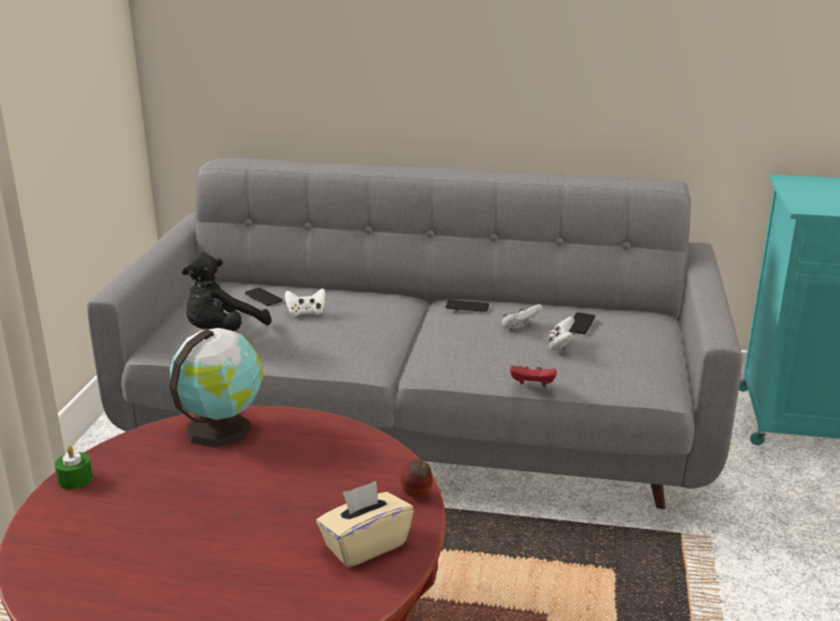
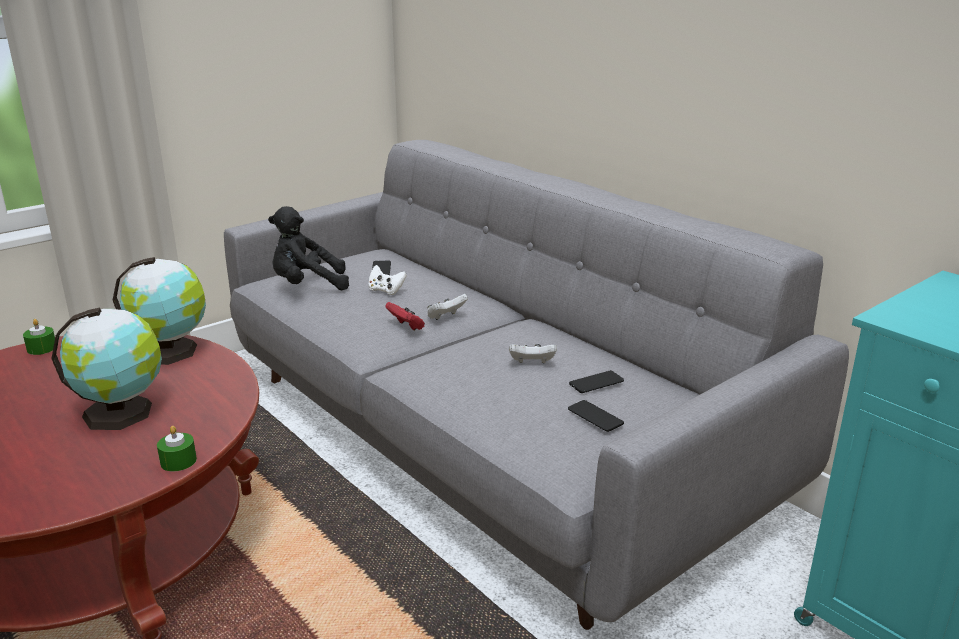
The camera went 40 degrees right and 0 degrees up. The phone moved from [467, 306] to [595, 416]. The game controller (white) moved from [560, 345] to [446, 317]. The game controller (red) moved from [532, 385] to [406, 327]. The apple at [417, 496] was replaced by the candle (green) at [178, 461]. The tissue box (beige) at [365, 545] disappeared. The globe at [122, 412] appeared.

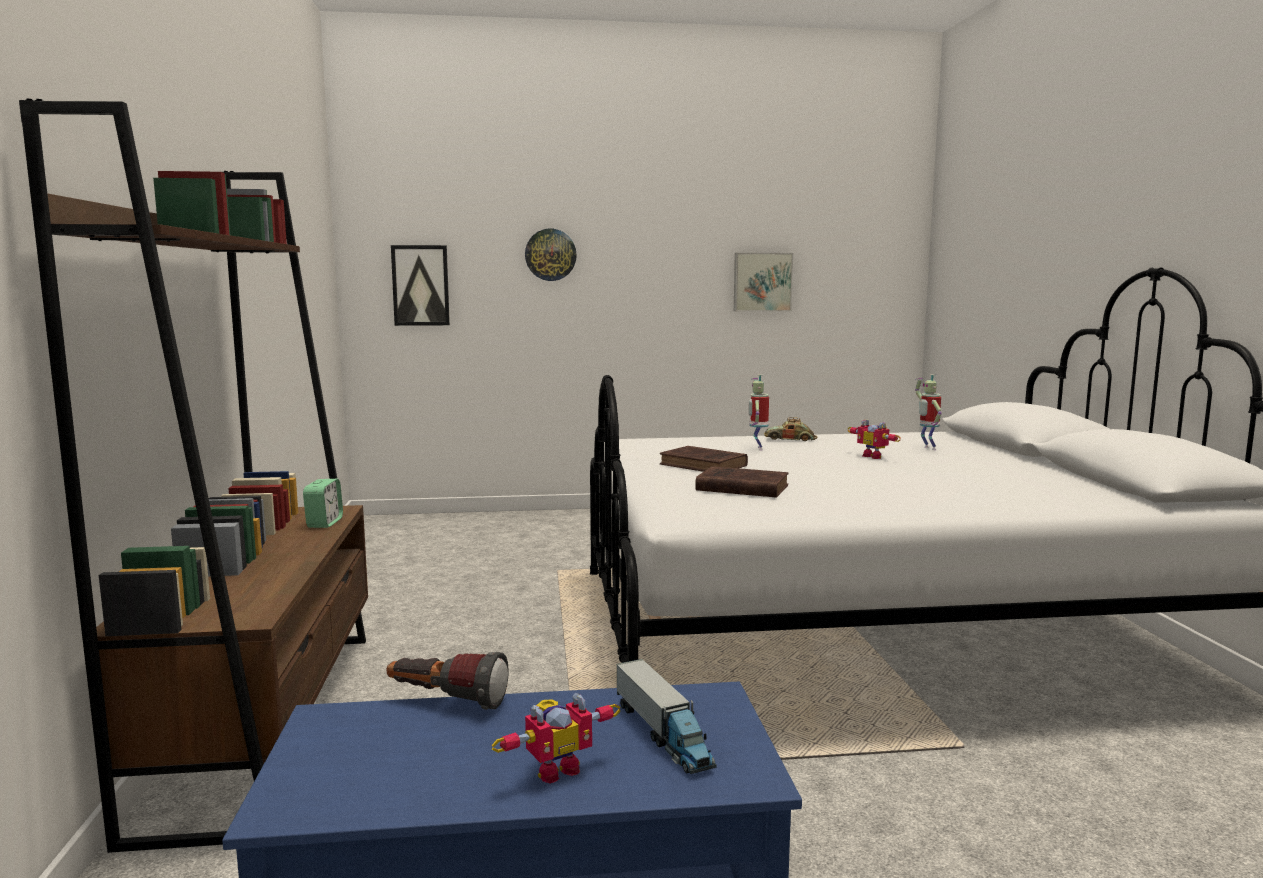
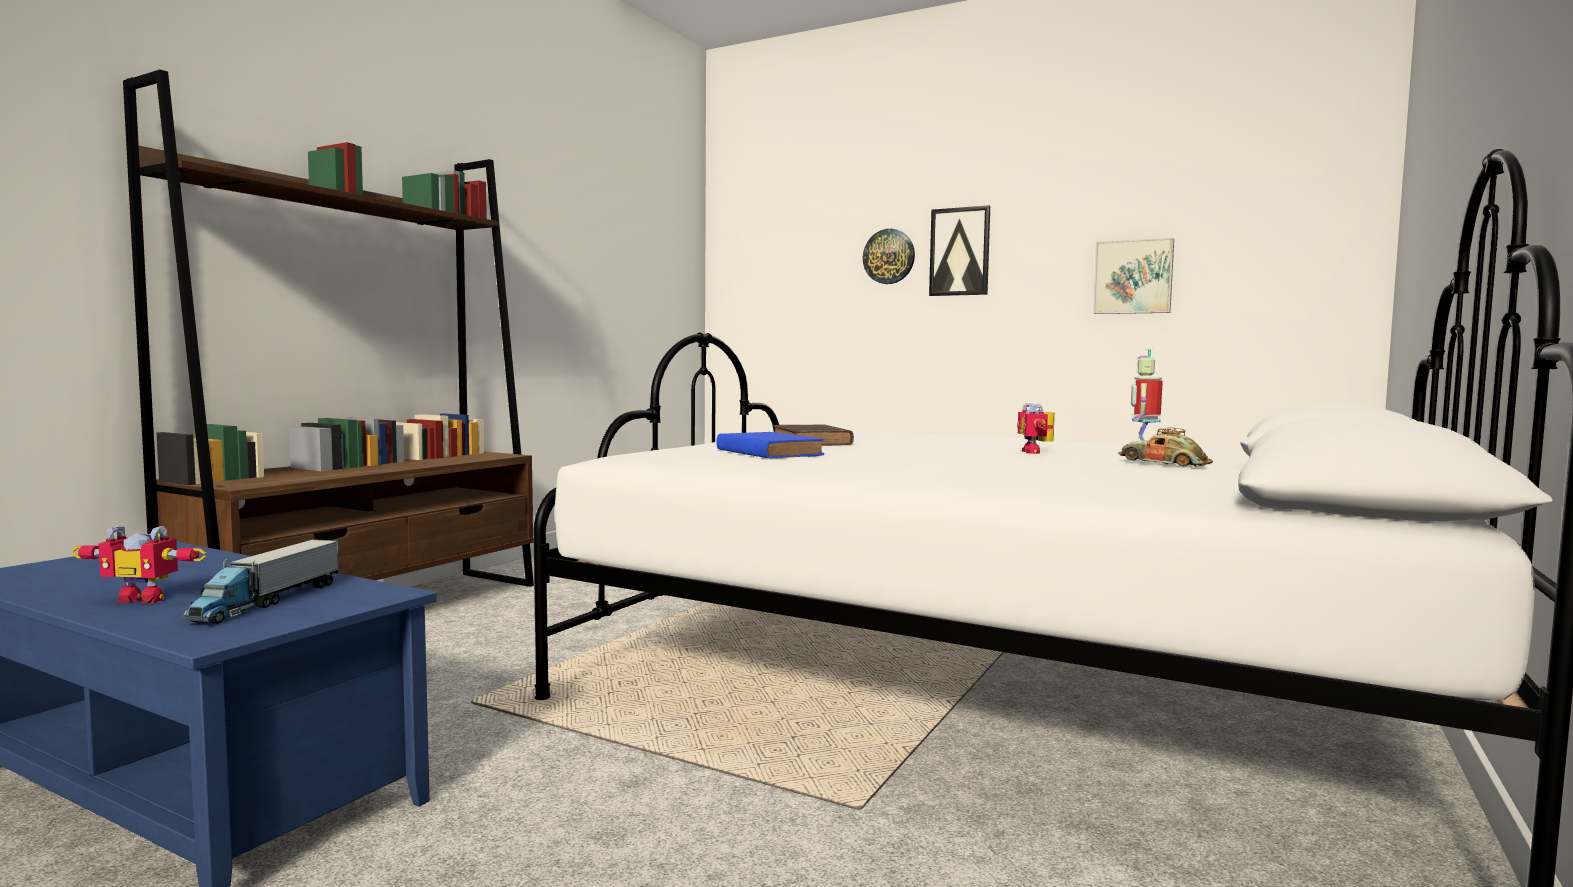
The camera went 35 degrees right and 5 degrees down. The picture moved from [420, 285] to [960, 252]. The toy robot at [757, 448] disappeared. The toy car moved from [790, 440] to [1164, 464]. The book (brown) at [739, 488] became the book (blue) at [767, 452]. The alarm clock at [324, 523] disappeared. The flashlight at [446, 701] disappeared.

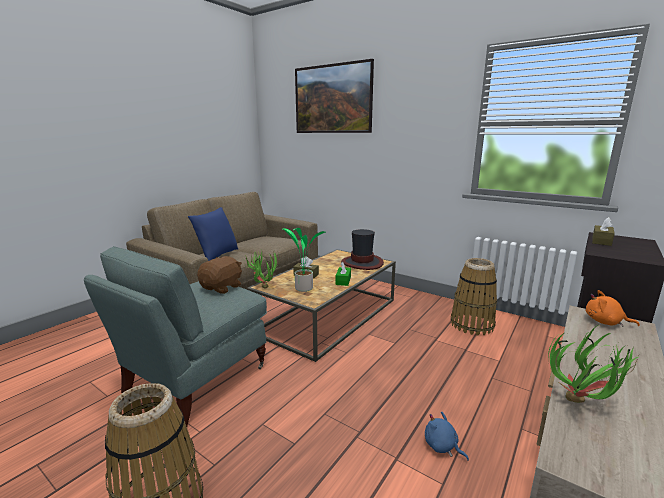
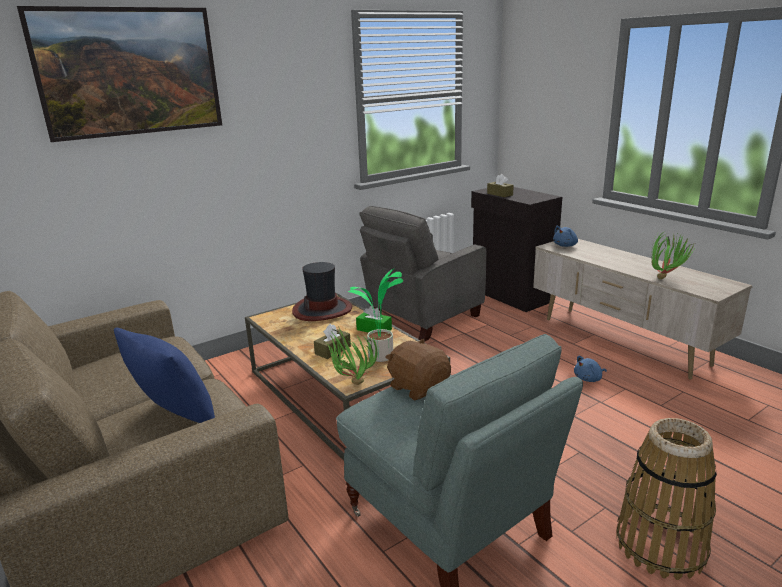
The camera went 70 degrees left and 5 degrees up. The basket at [471, 324] was replaced by the armchair (grey) at [422, 317]. The plush toy (orange) at [605, 322] became the plush toy (blue) at [565, 245].

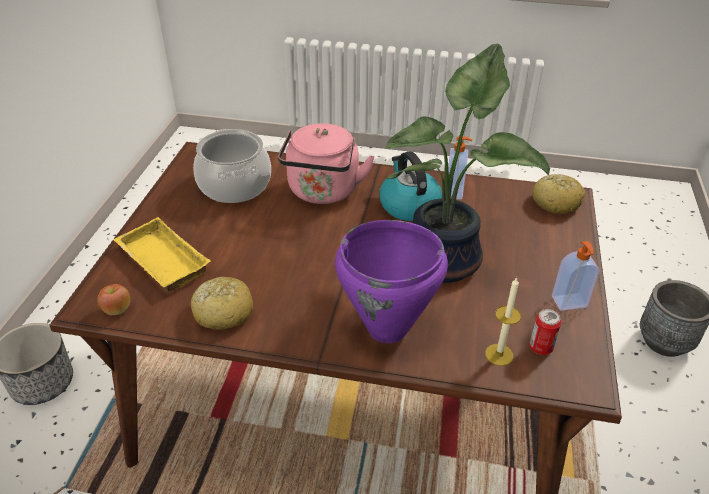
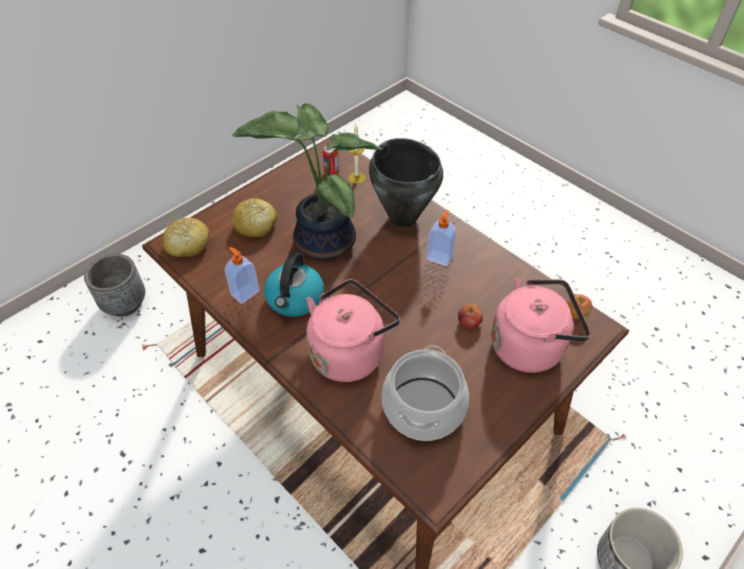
The camera went 145 degrees left and 10 degrees up. The tray (yellow) at [160, 261] was replaced by the kettle (pink) at [530, 345]. The cooking pot (purple) at [388, 329] became the cooking pot (black) at [403, 217]. The soap dispenser moved from [569, 302] to [439, 257]. The bread moved from [223, 312] to [255, 225]. The apple at [469, 321] appeared.

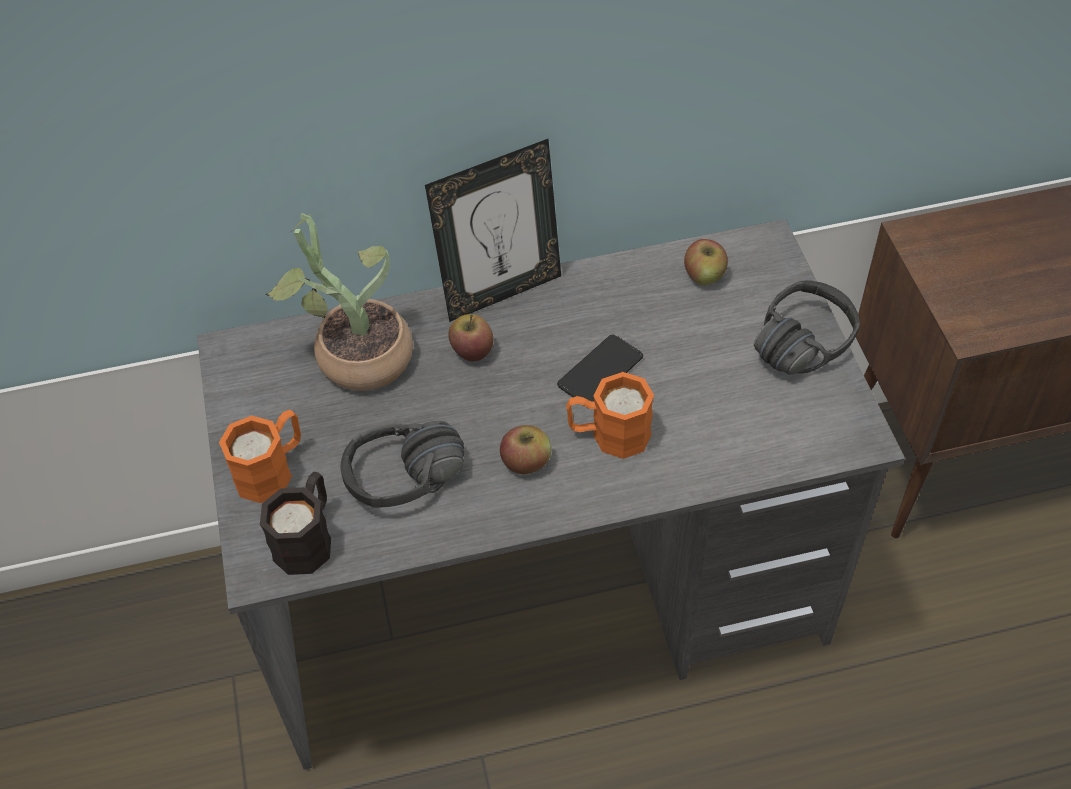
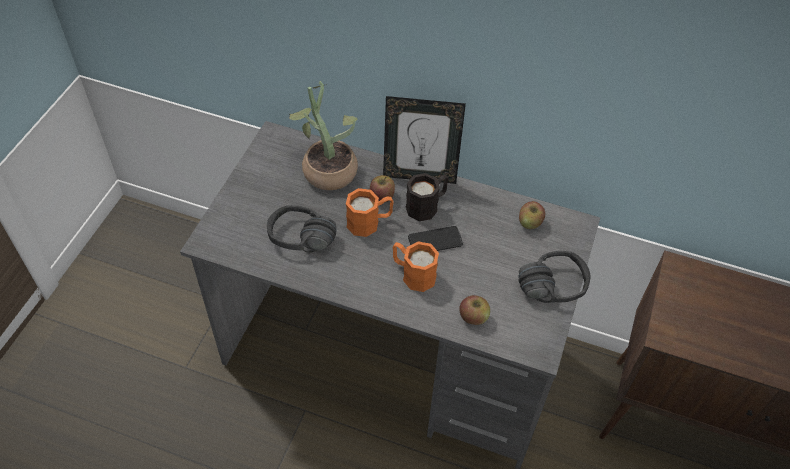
The camera went 30 degrees right and 0 degrees up. The mug (orange) moved from [272, 469] to [369, 222]. The apple moved from [526, 462] to [473, 317]. The mug (black) moved from [308, 538] to [427, 205].

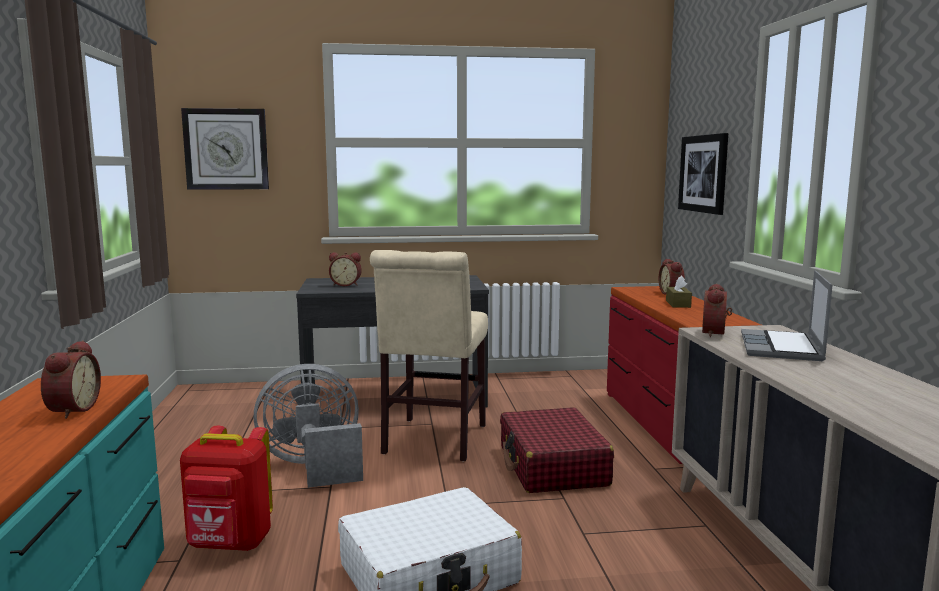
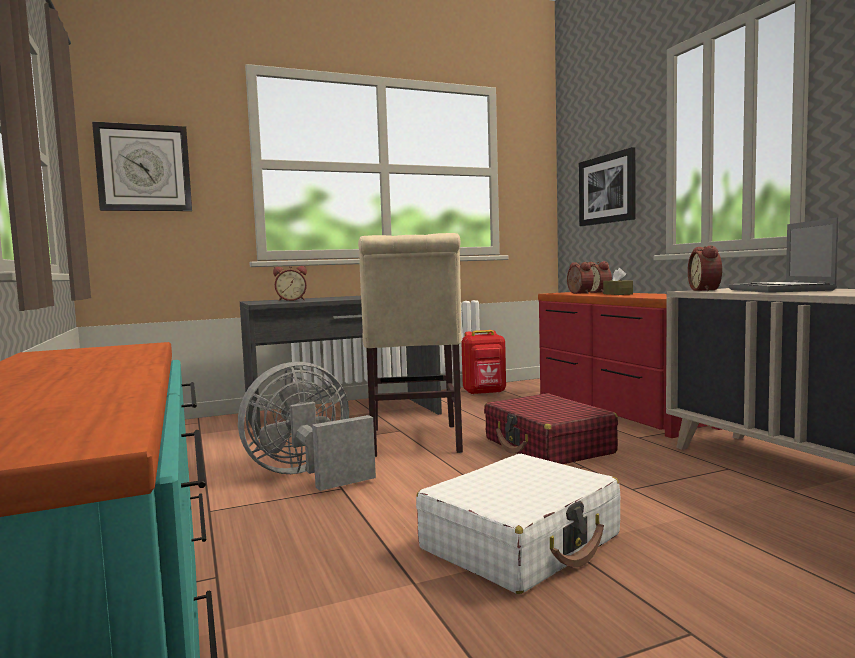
The camera went 15 degrees left and 5 degrees down. The alarm clock moved from [71, 410] to [578, 293]. The backpack (red) moved from [230, 544] to [485, 393].

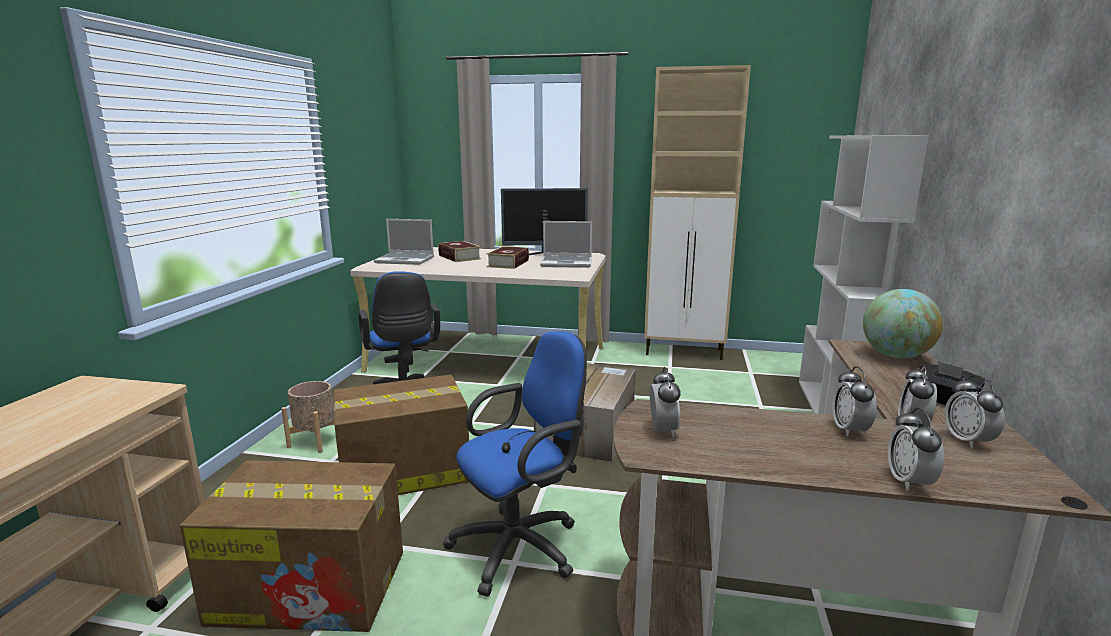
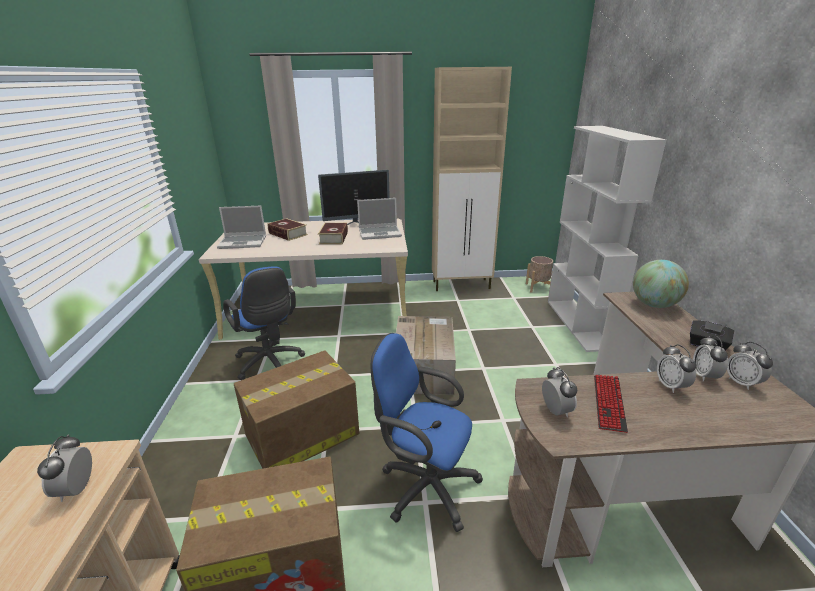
The camera went 15 degrees left and 10 degrees up. The office chair (blue) at [522, 546] turned 105 degrees counterclockwise. The planter (beige) moved from [316, 441] to [538, 288]. The alarm clock moved from [909, 482] to [77, 489]. The keyboard at [609, 403] appeared.

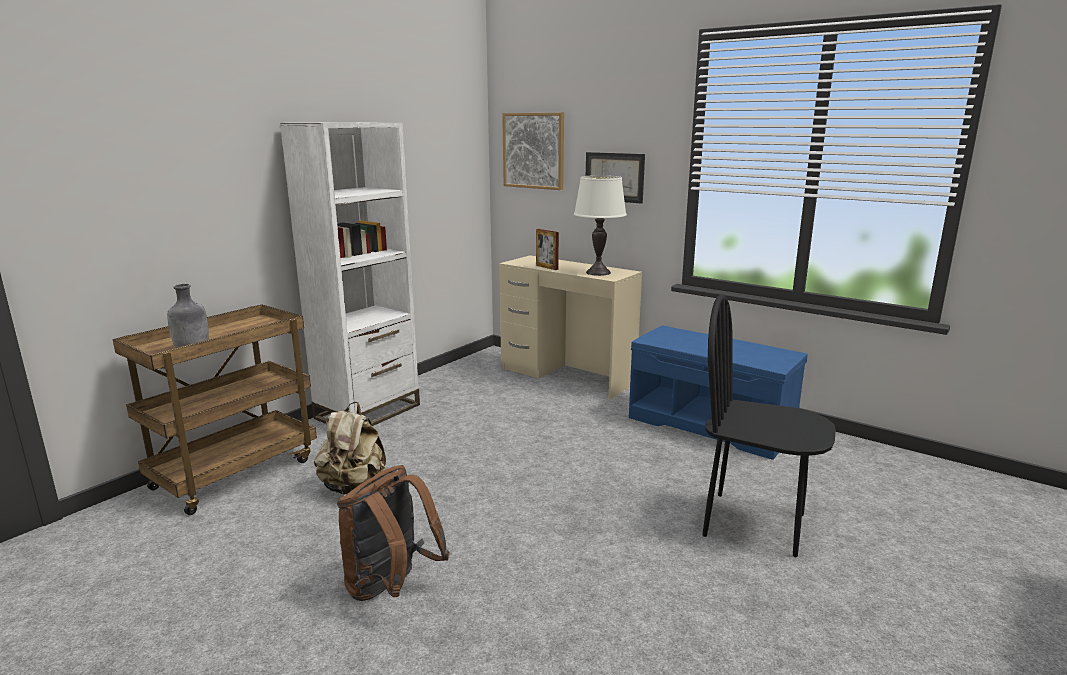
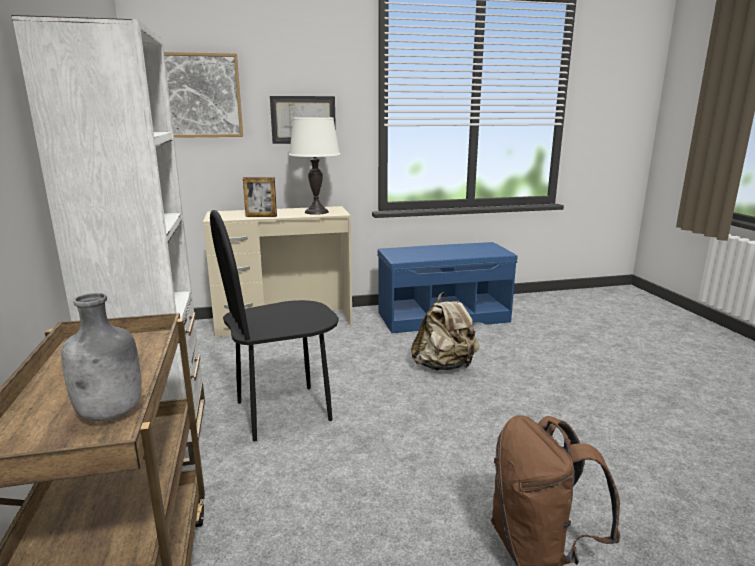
The camera went 50 degrees left and 0 degrees up. The chair (black) moved from [754, 524] to [283, 411]. The backpack (beige) moved from [354, 488] to [444, 366].

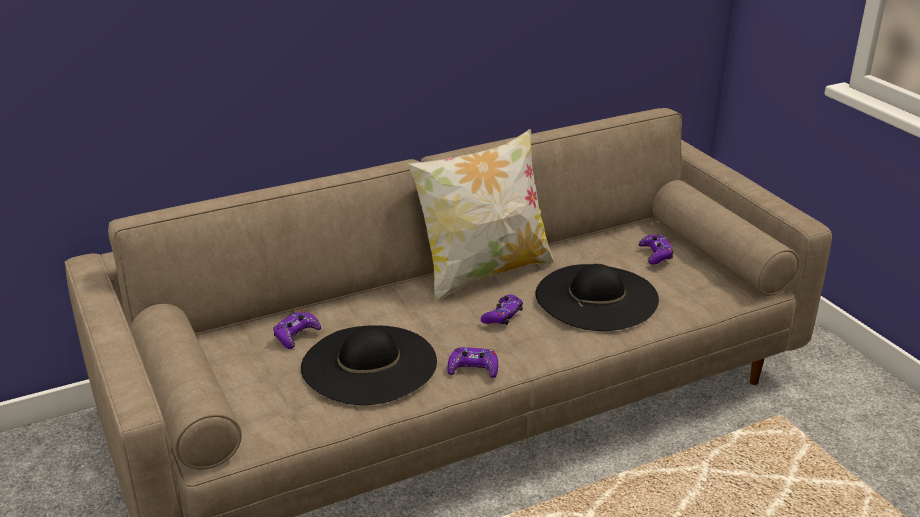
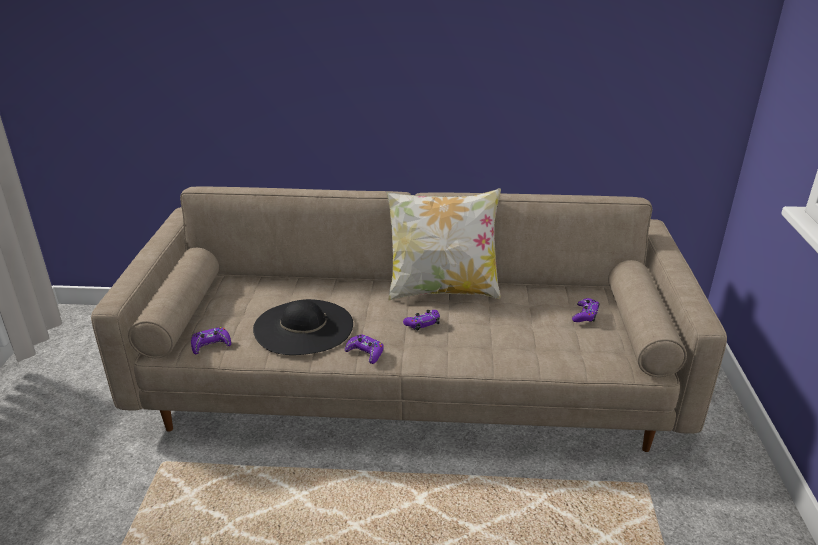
The camera went 30 degrees right and 0 degrees up. The hat (black) at [596, 297] disappeared. The game controller (purple) moved from [296, 335] to [211, 344].

